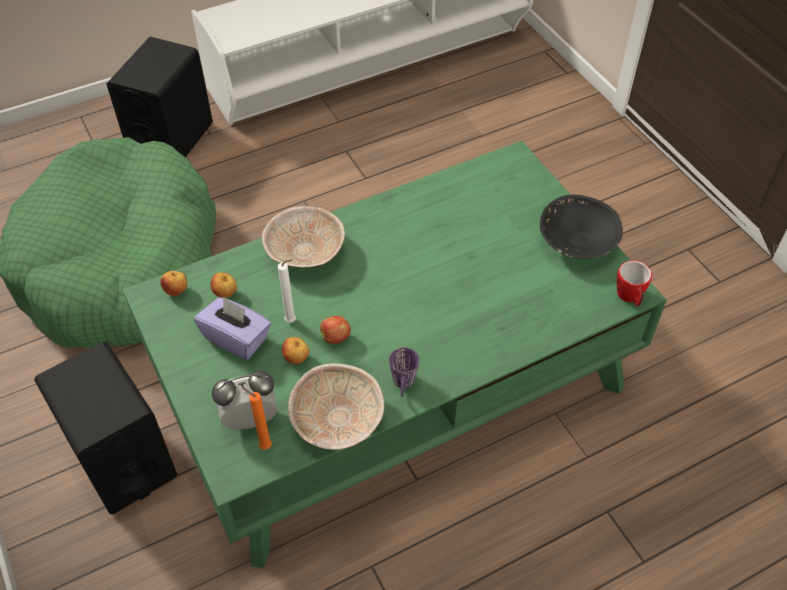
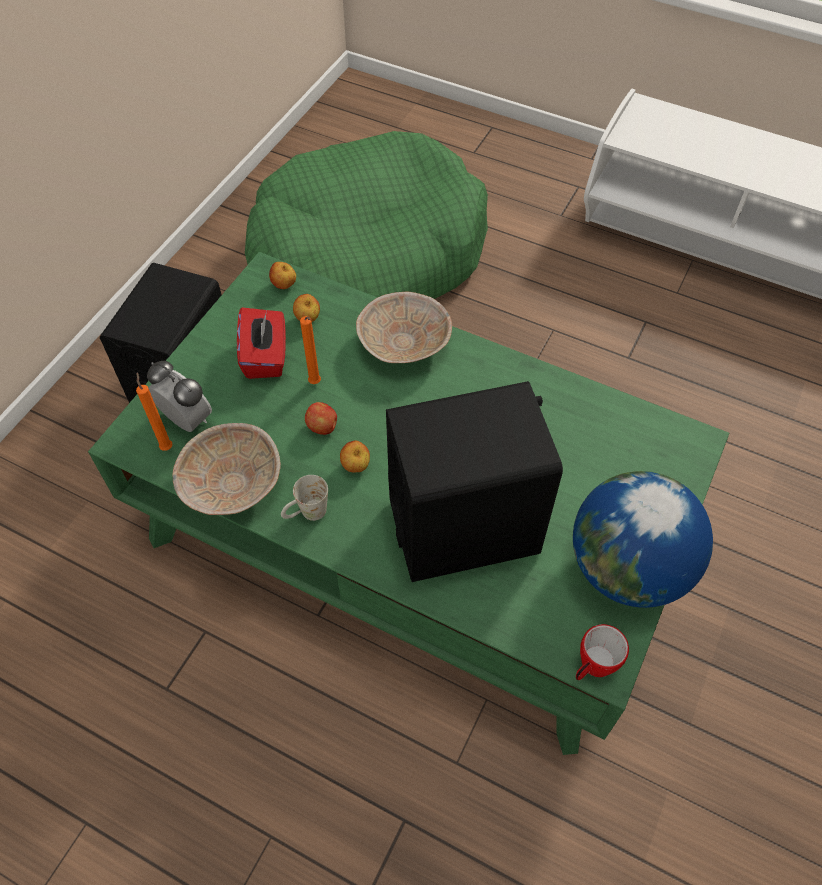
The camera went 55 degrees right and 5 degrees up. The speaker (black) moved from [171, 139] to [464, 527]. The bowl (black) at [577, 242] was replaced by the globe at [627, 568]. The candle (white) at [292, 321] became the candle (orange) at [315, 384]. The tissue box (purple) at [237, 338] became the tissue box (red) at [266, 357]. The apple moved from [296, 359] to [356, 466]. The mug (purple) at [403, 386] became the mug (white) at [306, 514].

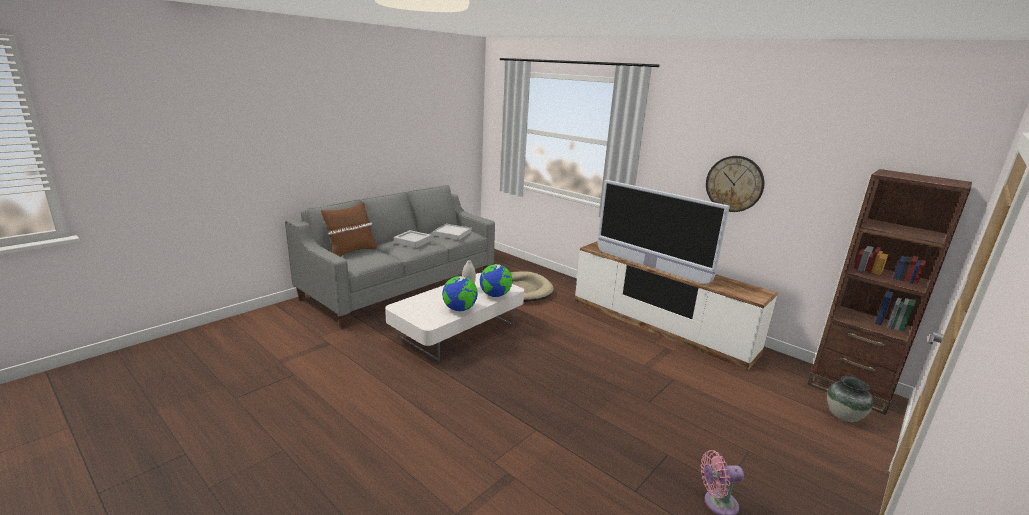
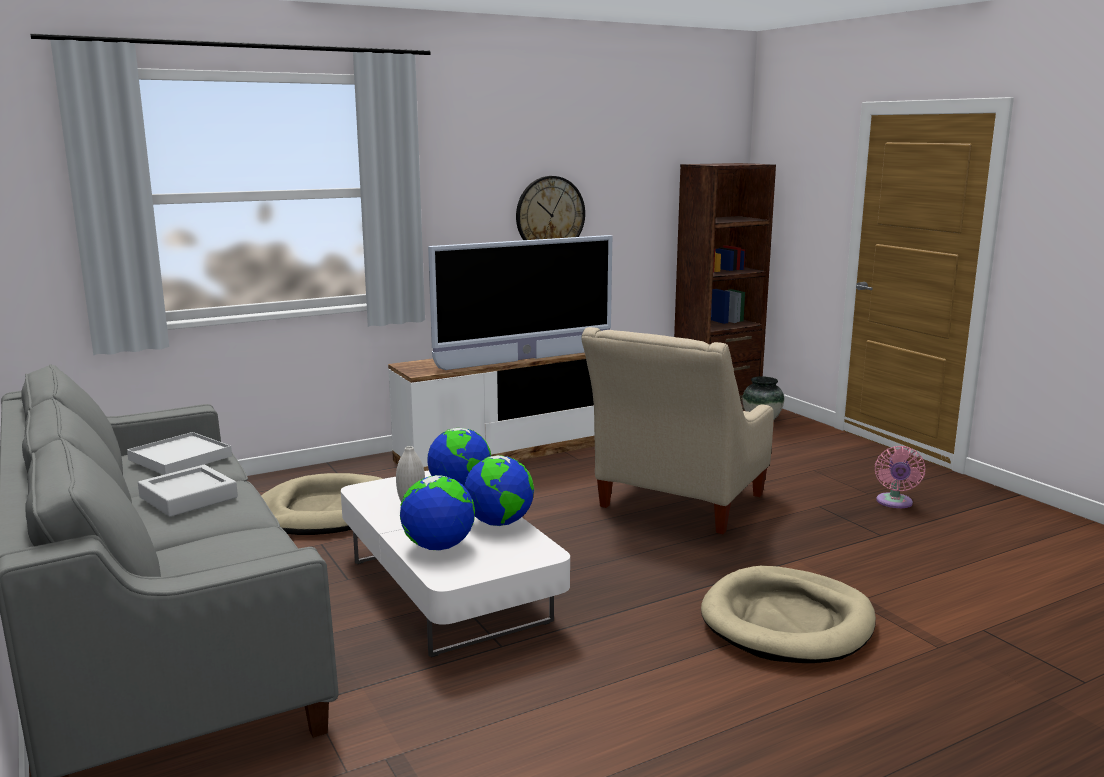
The camera went 70 degrees left and 5 degrees down. The pillow (brown) at [351, 252] disappeared. The armchair (beige) at [676, 505] appeared. The globe at [438, 547] appeared. The dog bed (beige) at [787, 622] appeared.

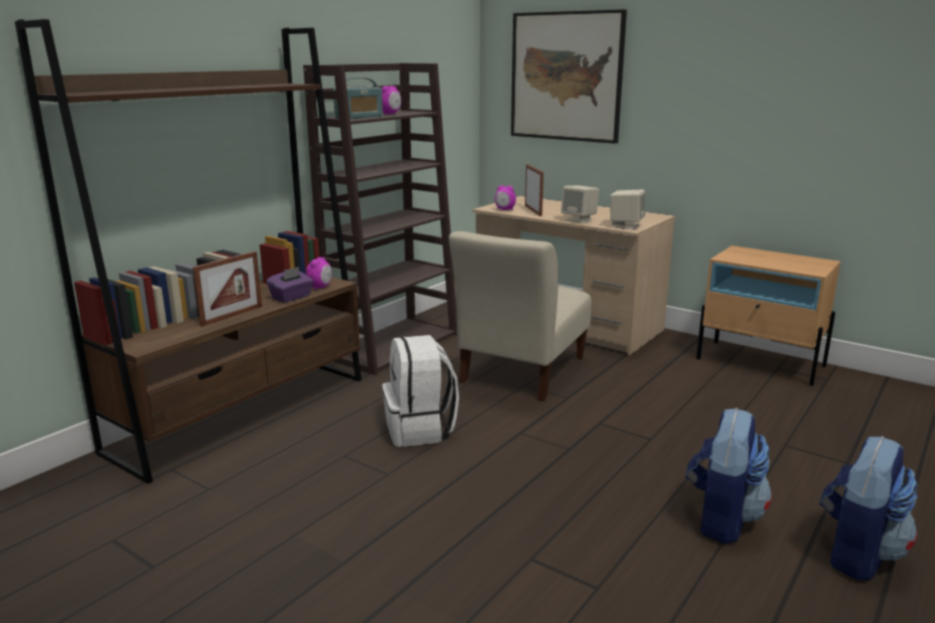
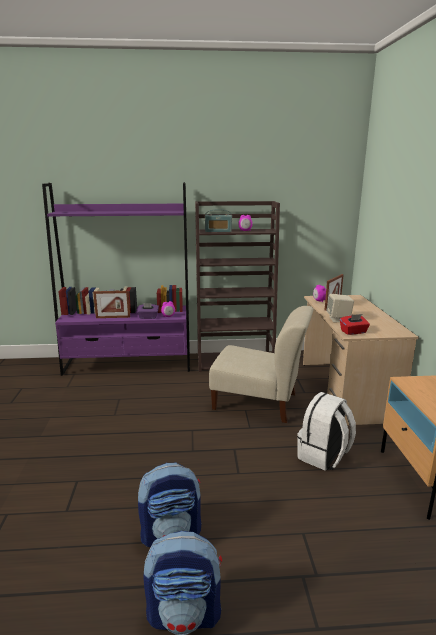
The camera went 50 degrees right and 0 degrees up. The picture at [566, 77] disappeared. The bookcase (brown) at [243, 413] became the bookcase (purple) at [129, 364]. The speaker (beige) at [626, 226] was replaced by the tissue box (red) at [353, 332]. The chair (beige) at [520, 372] turned 150 degrees counterclockwise. The backpack (white) moved from [420, 430] to [323, 456].

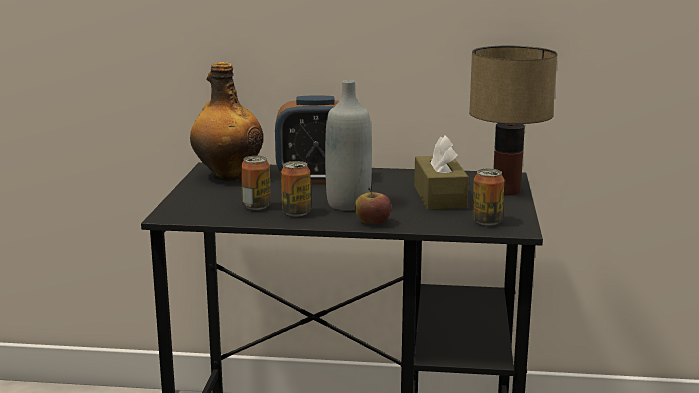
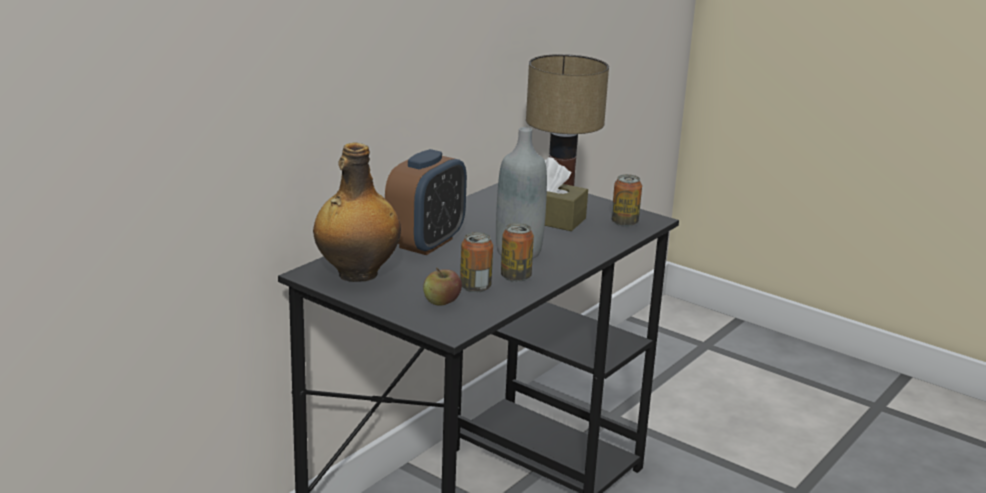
The camera went 60 degrees left and 5 degrees up. The apple moved from [372, 222] to [442, 302].

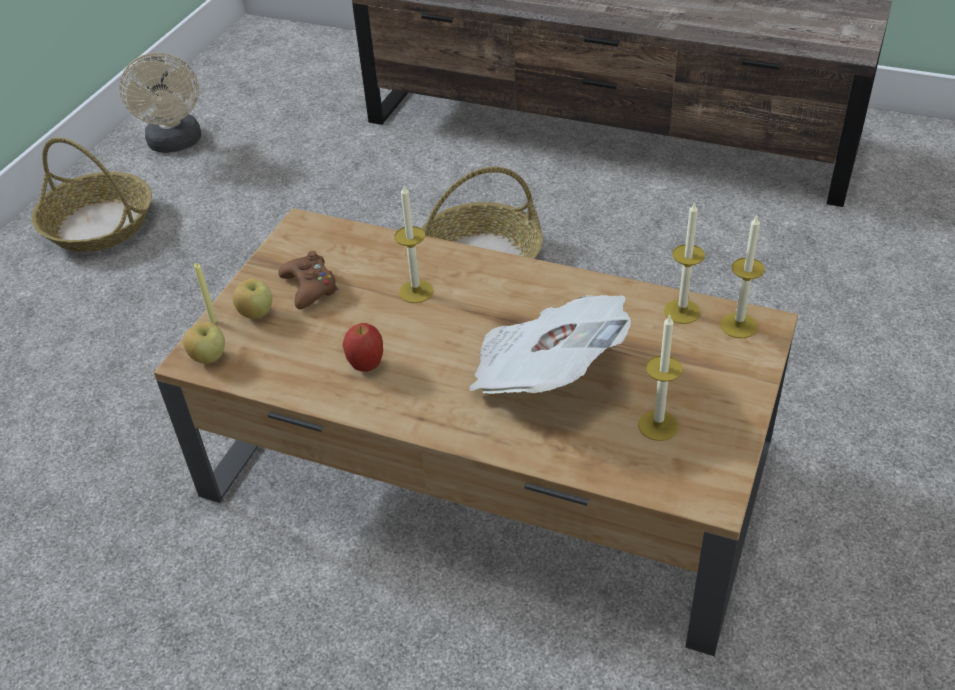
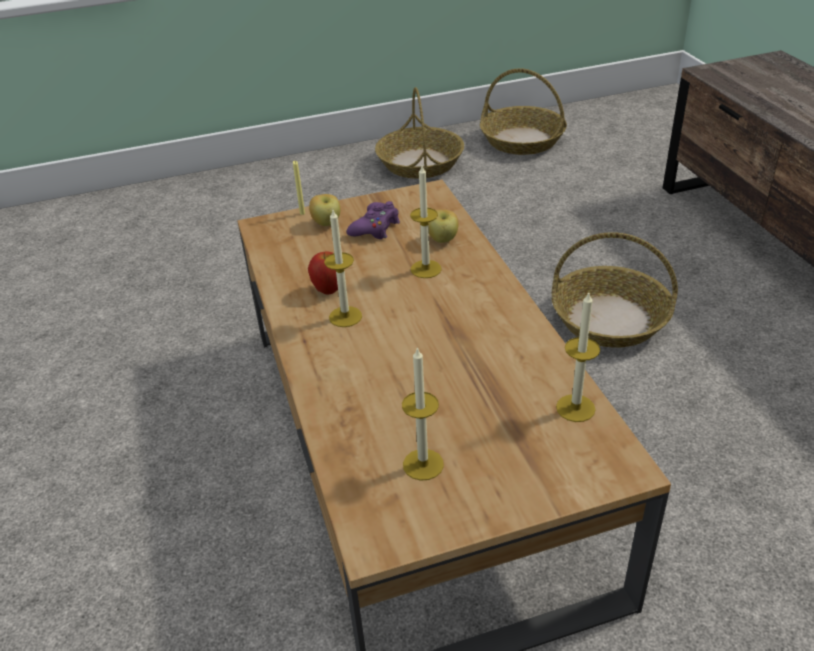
The camera went 50 degrees right and 5 degrees down. The fan (beige) at [176, 144] was replaced by the basket at [522, 140]. The candle moved from [738, 325] to [345, 316]. The game controller (brown) at [310, 287] became the game controller (purple) at [375, 228]. The newspaper at [545, 374] disappeared. The apple moved from [209, 358] to [443, 240].

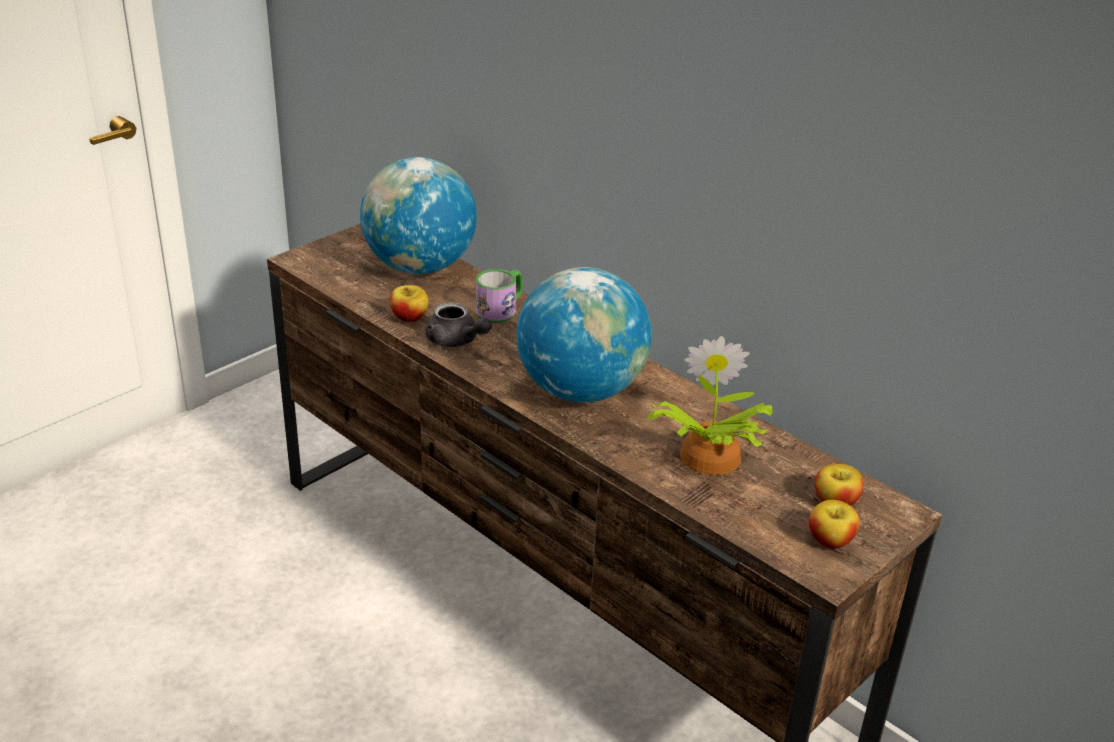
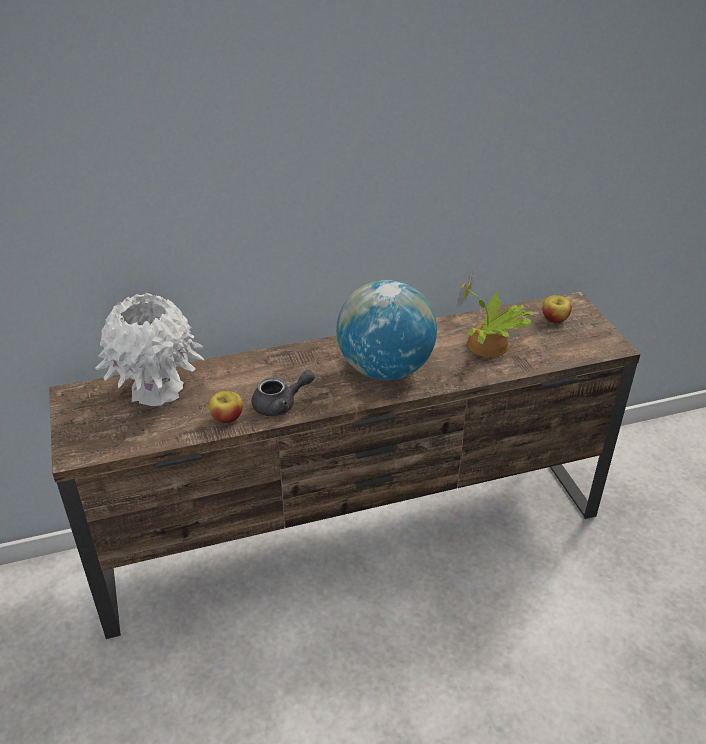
The camera went 60 degrees left and 5 degrees up. The globe at [419, 266] was replaced by the vase (white) at [156, 390]. The mug at [501, 310] disappeared. The apple at [830, 540] disappeared.

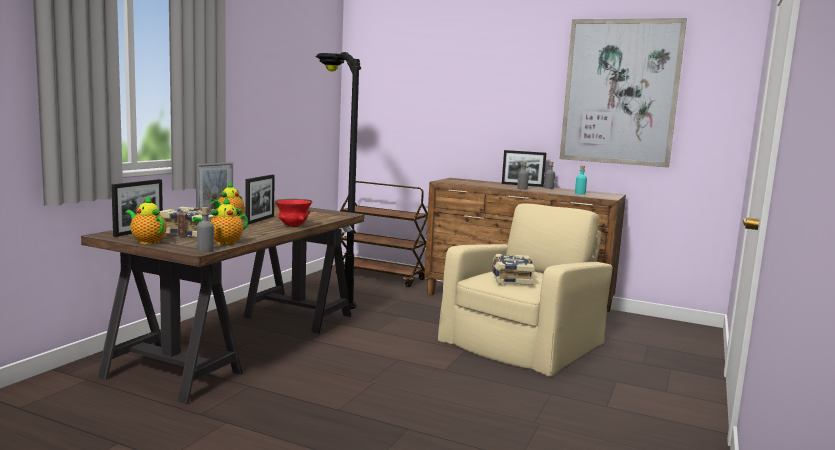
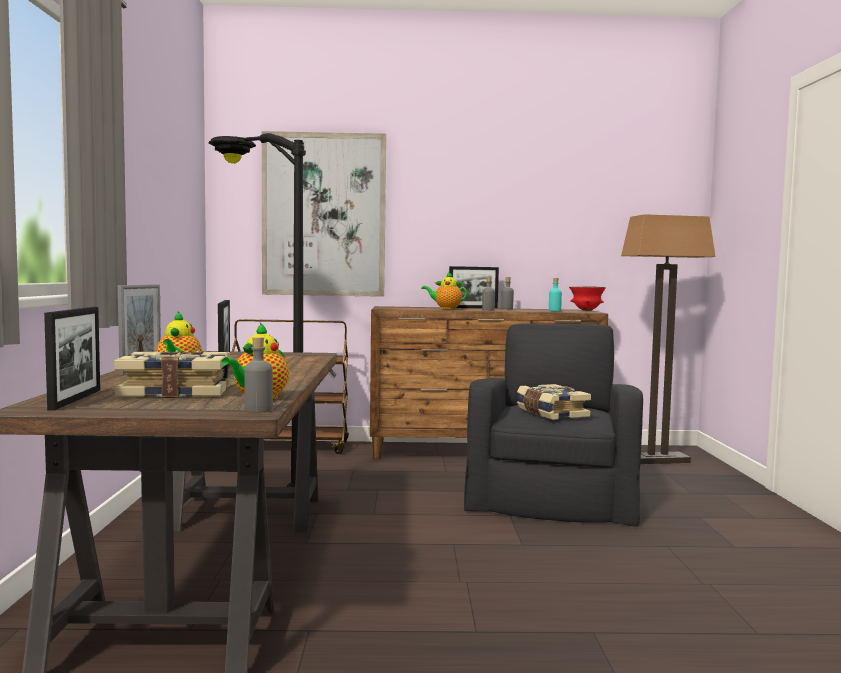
The camera went 25 degrees left and 5 degrees down. The picture moved from [620, 92] to [324, 215]. The teapot moved from [147, 241] to [446, 308]. The bowl (red) moved from [293, 226] to [586, 310]. The armchair (beige) at [523, 341] became the armchair (black) at [552, 493]. The floor lamp at [657, 460] appeared.

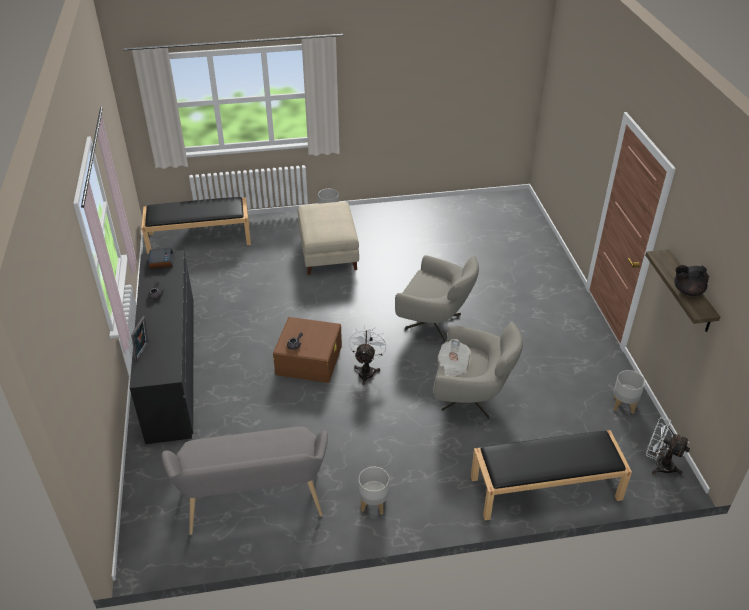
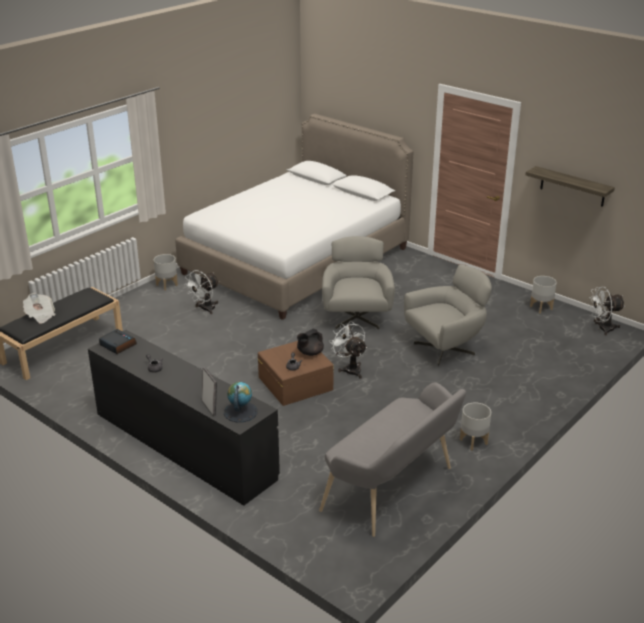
The camera went 40 degrees left and 10 degrees down. The ottoman (beige) at [329, 254] was replaced by the fan (white) at [205, 309]. The armchair (grey) at [435, 323] turned 75 degrees counterclockwise. The teapot (black) moved from [687, 291] to [310, 353]. The newspaper moved from [453, 365] to [40, 315]. The bench (black) at [544, 489] disappeared. The bed (white) at [296, 261] appeared. The globe at [240, 412] appeared.

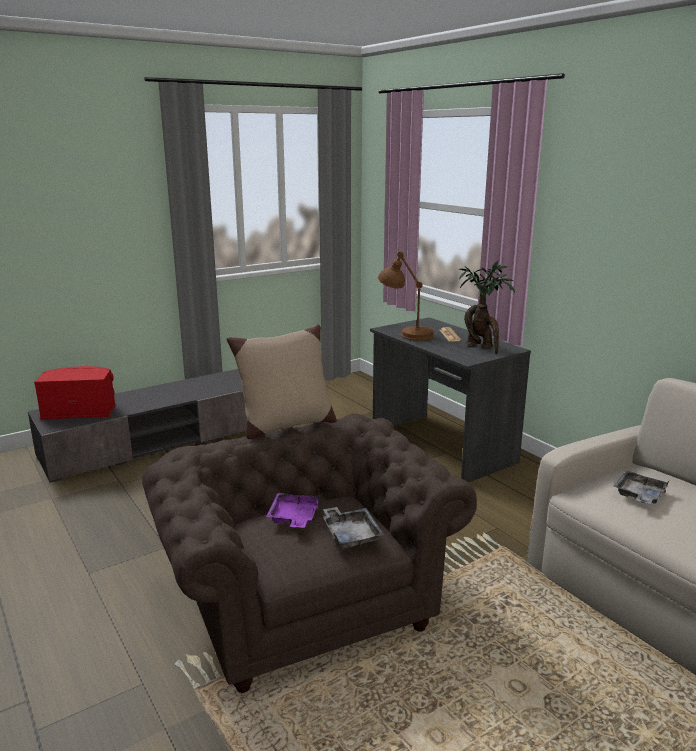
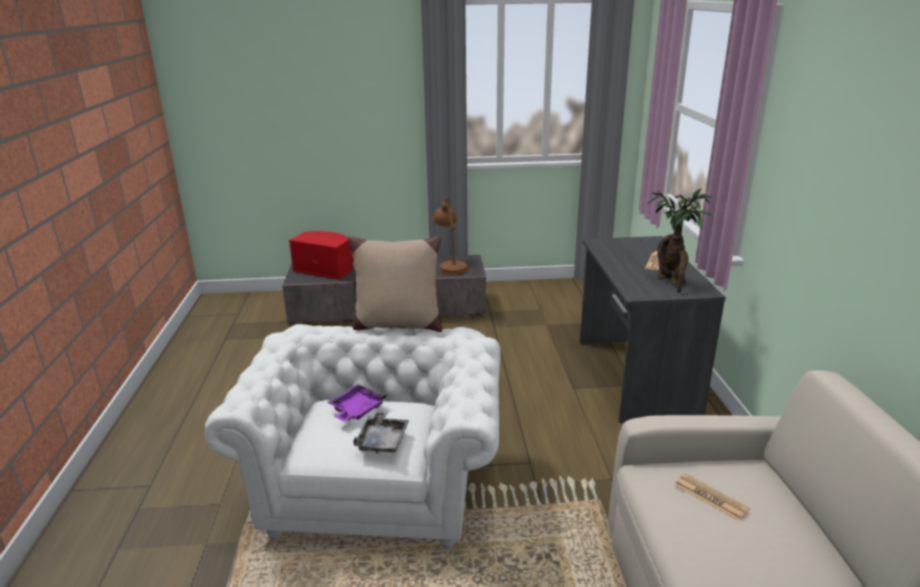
The camera went 30 degrees right and 5 degrees up. The table lamp (brown) moved from [405, 333] to [449, 265]. The armchair (brown) at [304, 602] became the armchair (white) at [377, 485]. The tray (grey) at [639, 495] was replaced by the newspaper at [710, 497].

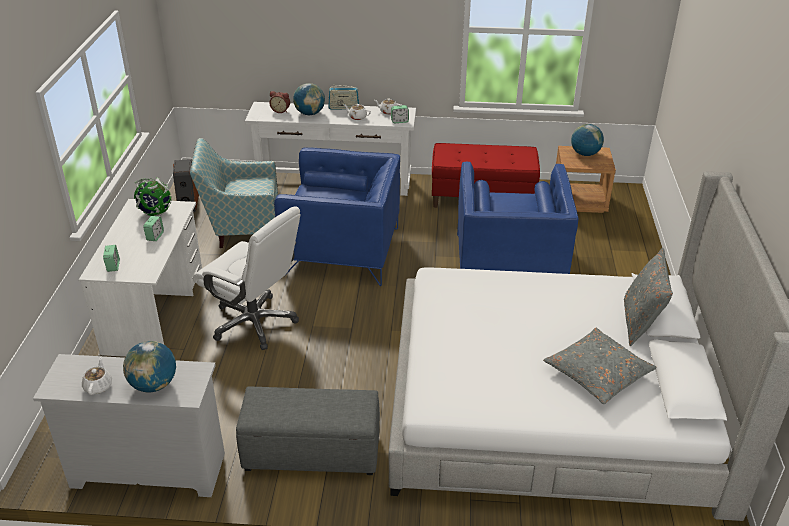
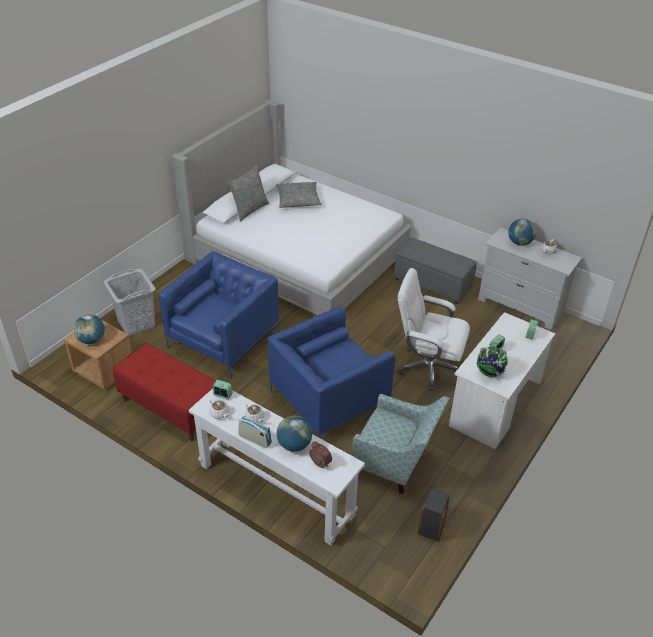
The camera went 150 degrees left and 5 degrees up. The armchair (blue) at [342, 251] turned 75 degrees counterclockwise. The office chair (white) at [255, 323] turned 45 degrees counterclockwise. The laundry basket (grey) at [136, 323] appeared.

